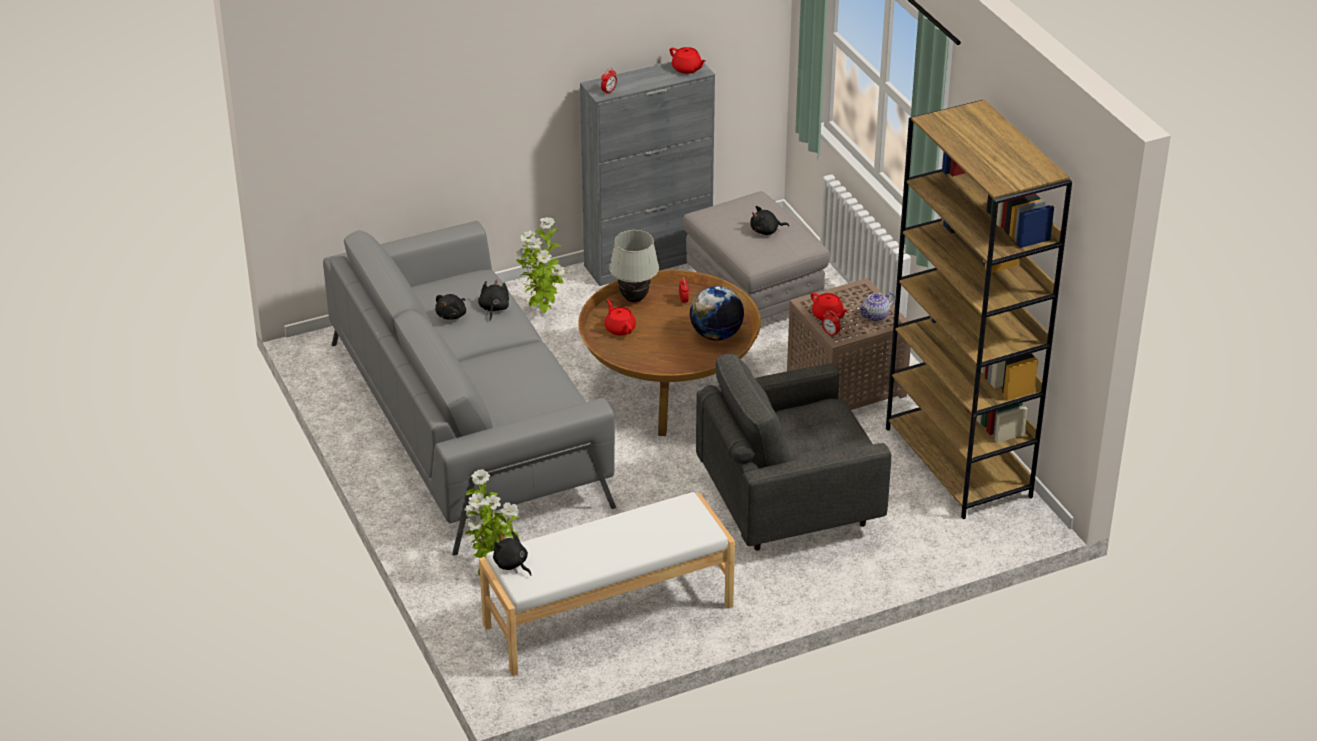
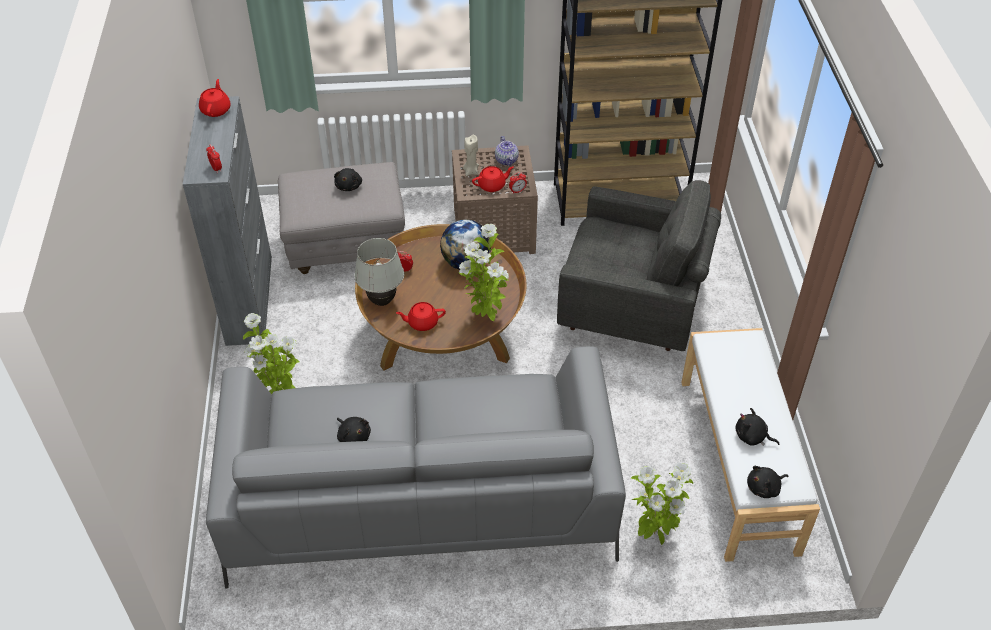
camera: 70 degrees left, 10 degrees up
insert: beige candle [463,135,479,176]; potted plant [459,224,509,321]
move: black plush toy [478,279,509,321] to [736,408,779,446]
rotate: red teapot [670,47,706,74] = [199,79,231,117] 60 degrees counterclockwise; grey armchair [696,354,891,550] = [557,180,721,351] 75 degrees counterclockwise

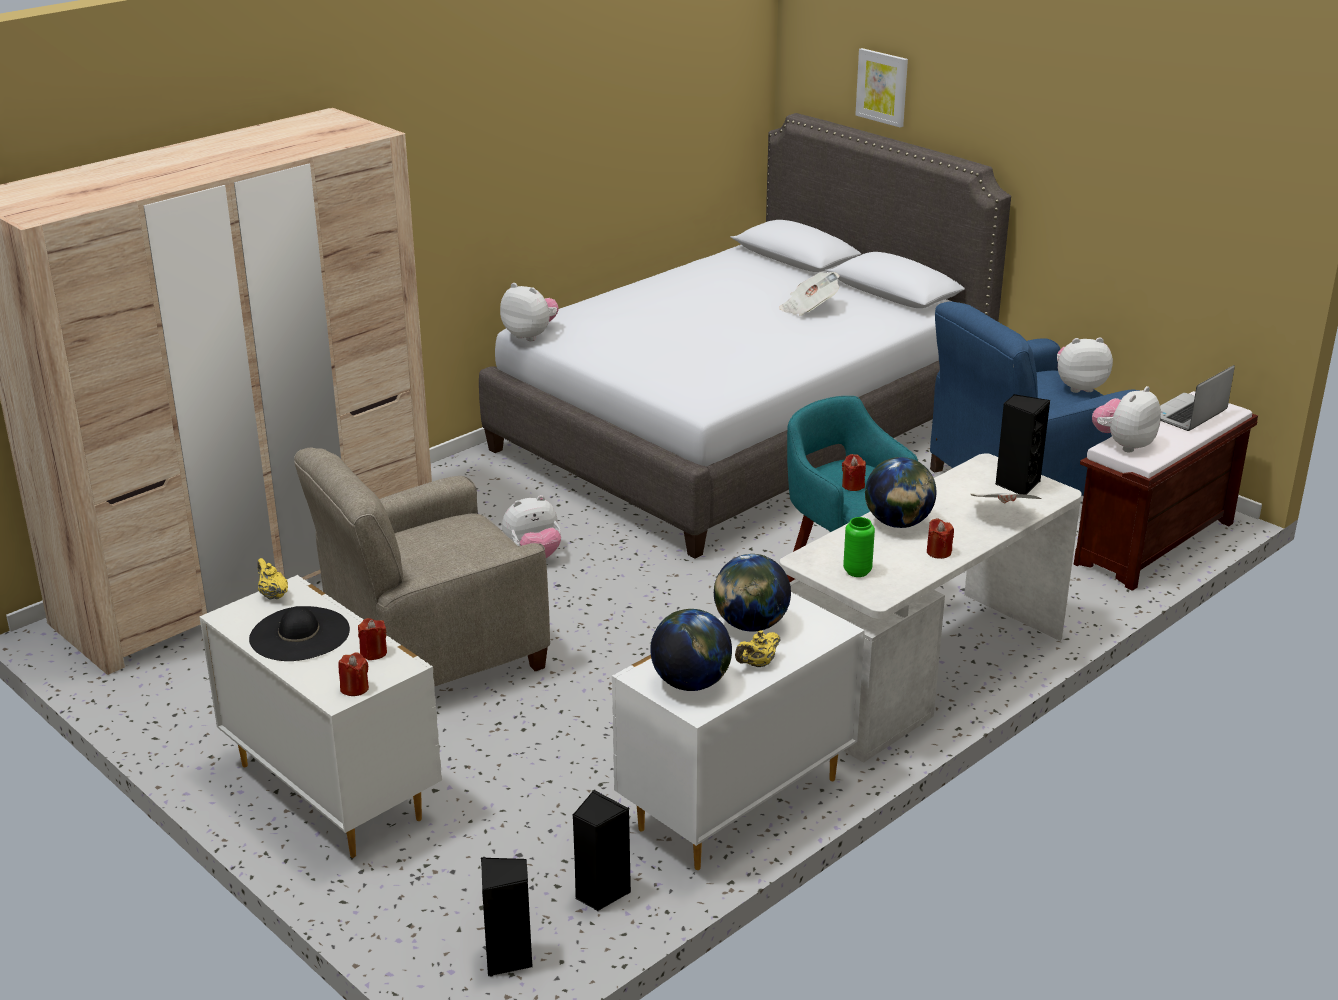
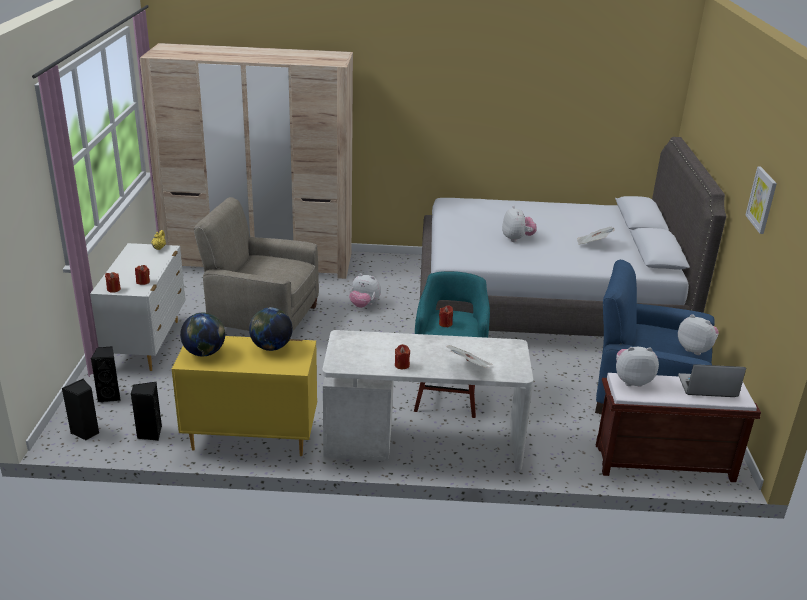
camera: 45 degrees right, 0 degrees up
delete: globe [865,457,937,528]; green vase [843,517,875,577]; black hat [249,606,350,661]; yellow teapot [735,630,781,667]
move: picture [855,48,908,128] to [746,167,777,234]; plush toy [500,283,559,341] to [502,206,537,242]; black speaker [995,394,1050,495] to [91,346,121,402]
recolor: white dresser [612,592,865,870] to yellow dresser [172,336,317,456]

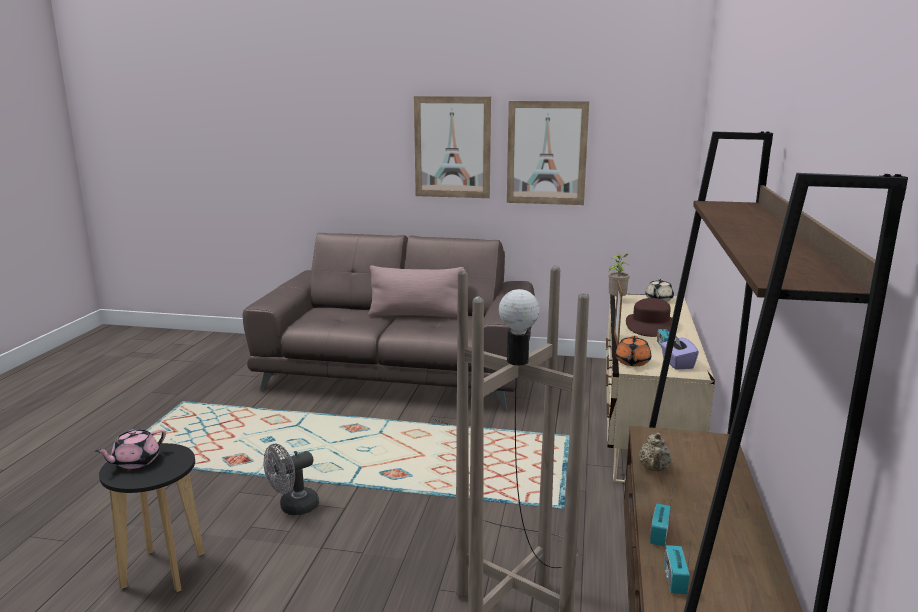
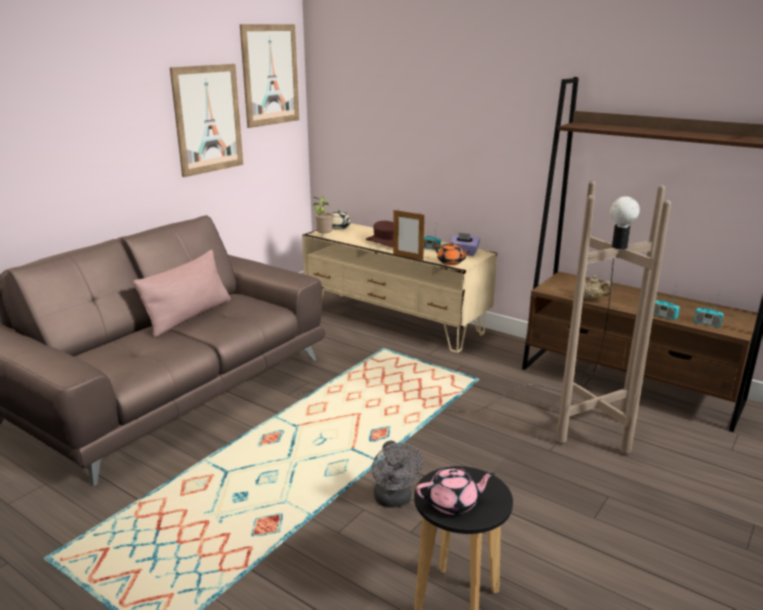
camera: 65 degrees left, 5 degrees up
move: picture [414,96,491,198] to [240,24,299,128]
rotate: pink teapot [95,429,166,469] = [416,467,495,515] 75 degrees counterclockwise

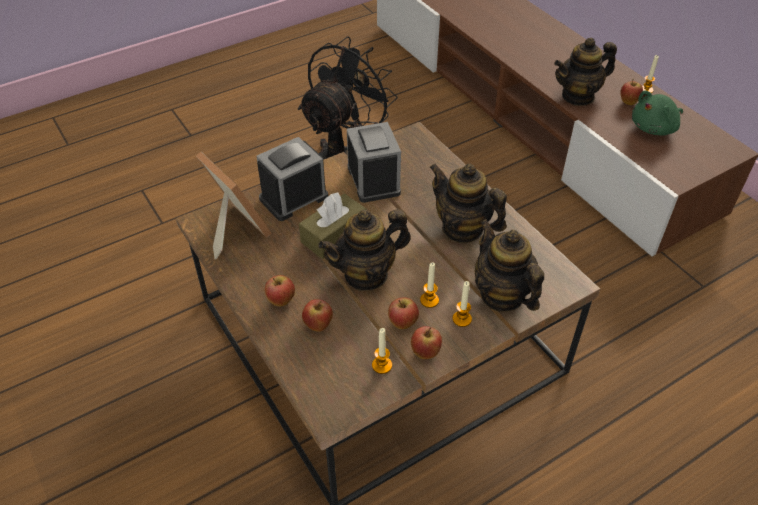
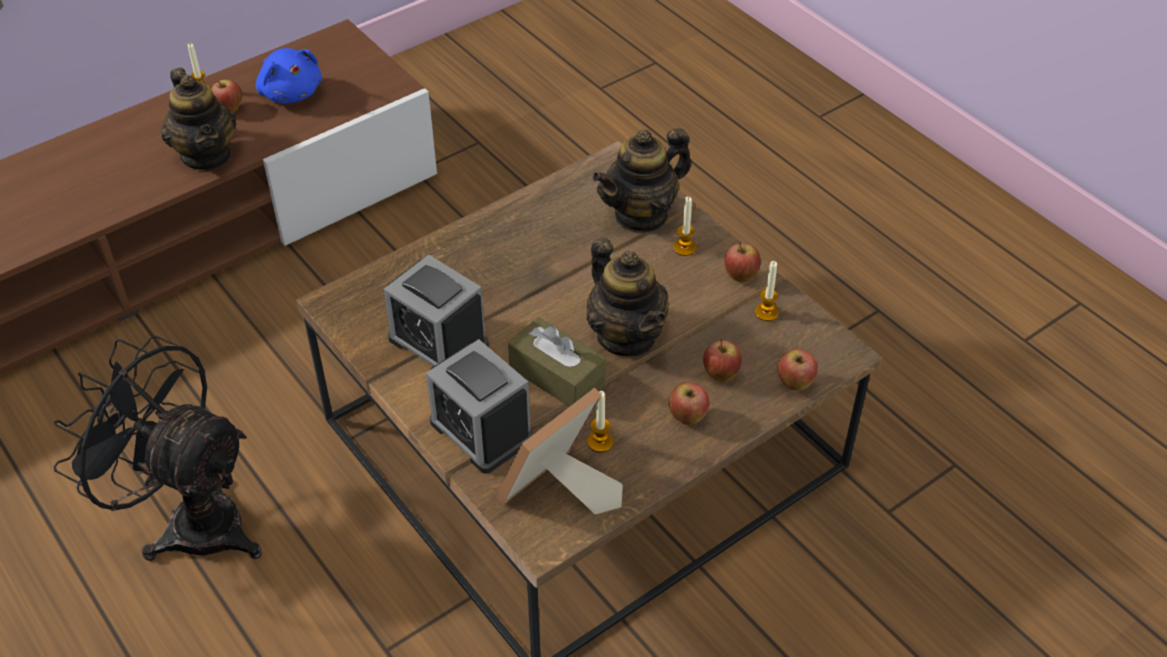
camera: 95 degrees left, 0 degrees up
delete: teapot [429,164,507,243]
move: candle [420,262,439,308] to [587,391,613,452]; apple [388,297,419,329] to [777,349,818,391]
recolor: green plush toy [632,90,683,136] to blue plush toy [256,48,322,104]
rotate: alarm clock [347,122,401,203] = [384,255,489,367] 120 degrees counterclockwise

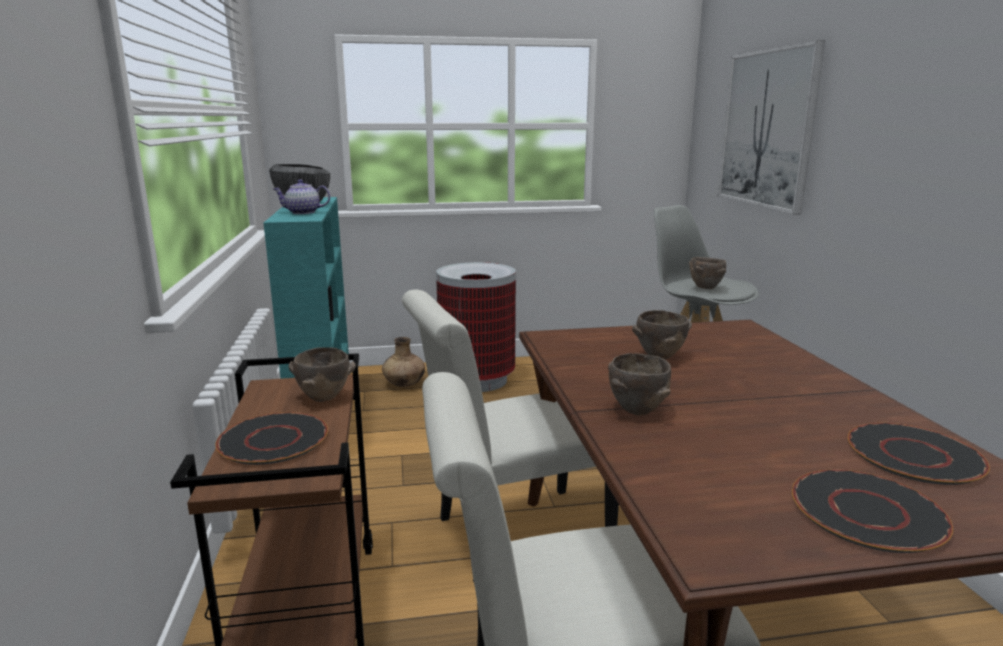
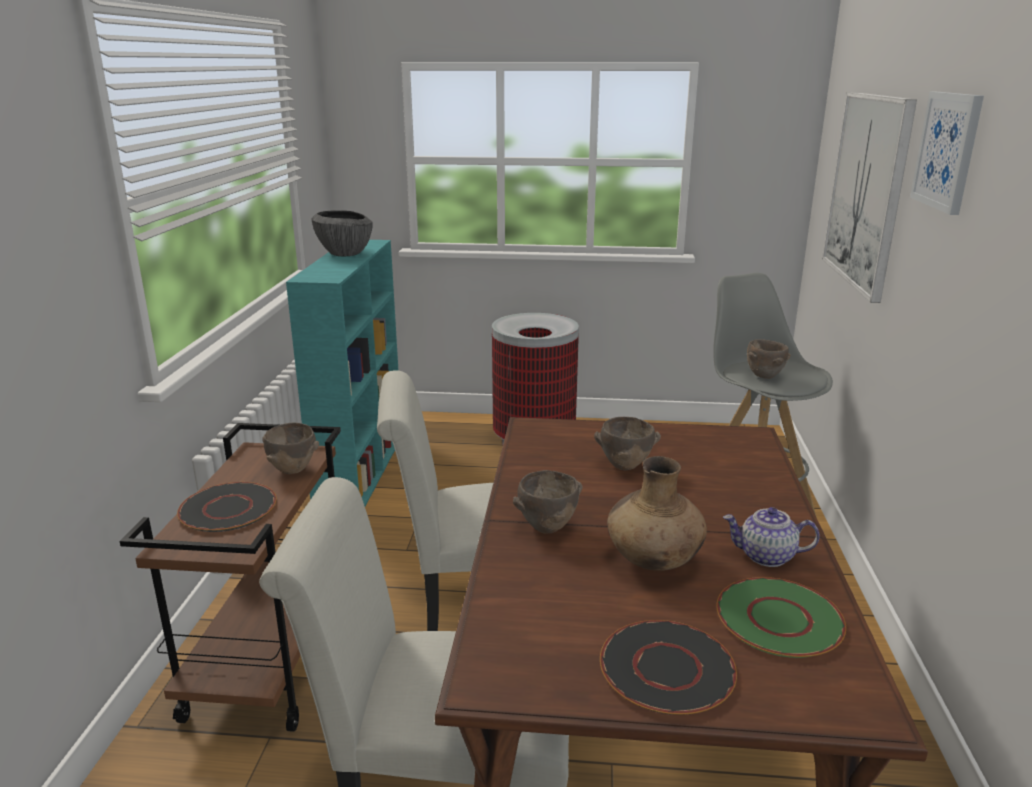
camera: 15 degrees right, 5 degrees up
insert: picture [910,92,984,215]
move: teapot [273,179,330,214] to [723,507,820,567]; brown vase [382,337,425,387] to [607,456,707,571]
recolor: black plate [848,423,990,485] to green plate [716,577,846,658]

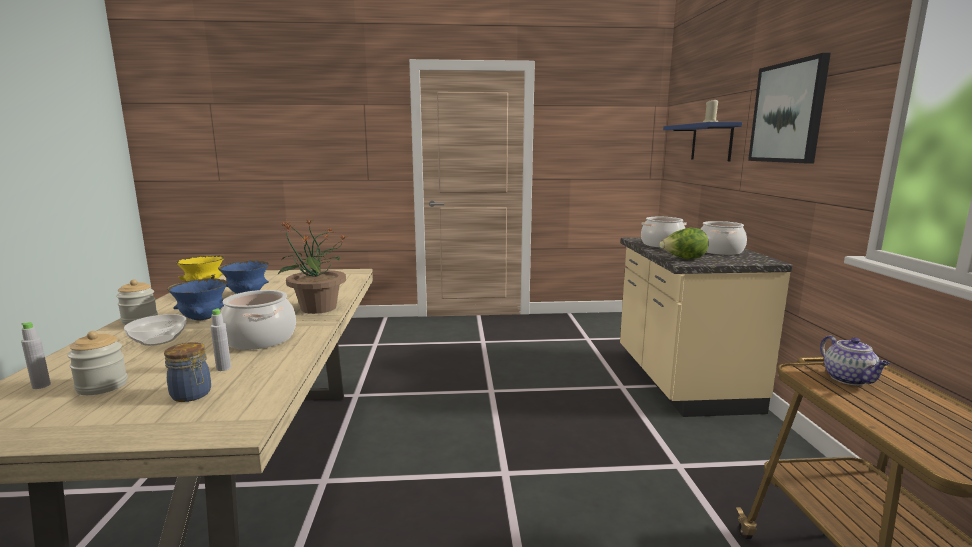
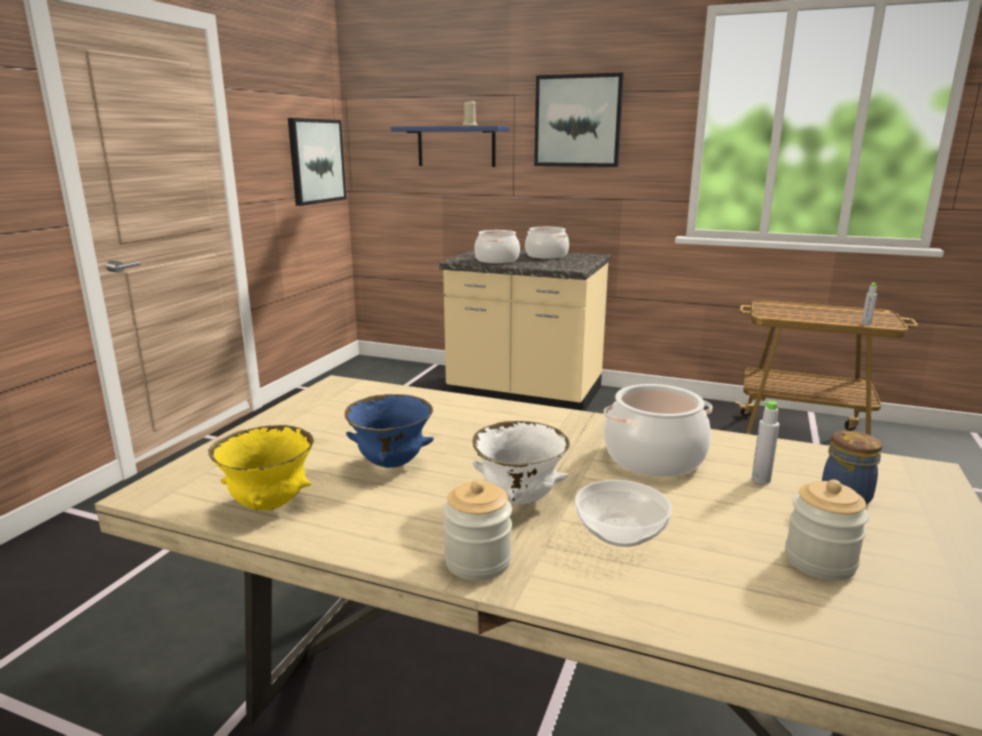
camera: 65 degrees left, 5 degrees up
delete: potted plant [277,219,346,314]; lettuce [659,228,709,259]; teapot [820,335,890,385]
insert: picture [288,118,347,206]
move: grey bottle [21,322,51,389] to [861,283,877,326]
recolor: blue bowl [167,278,227,321] to white bowl [472,421,570,505]

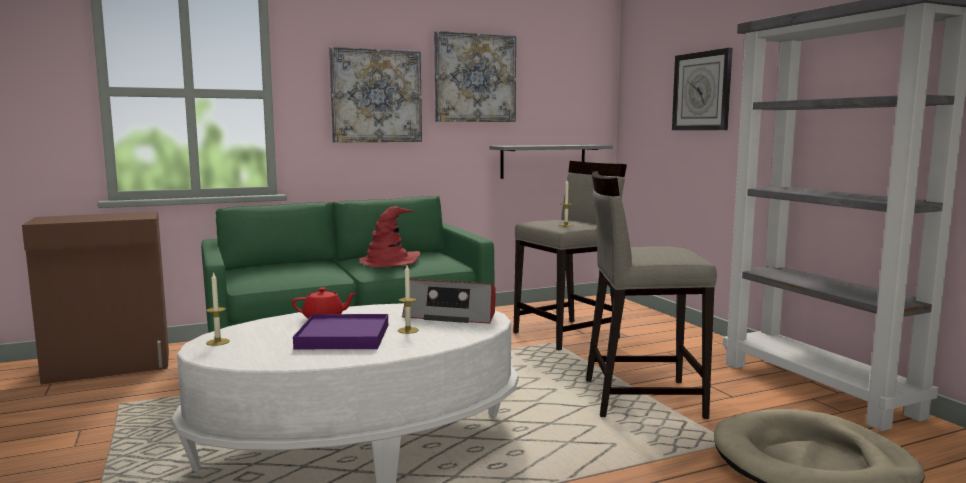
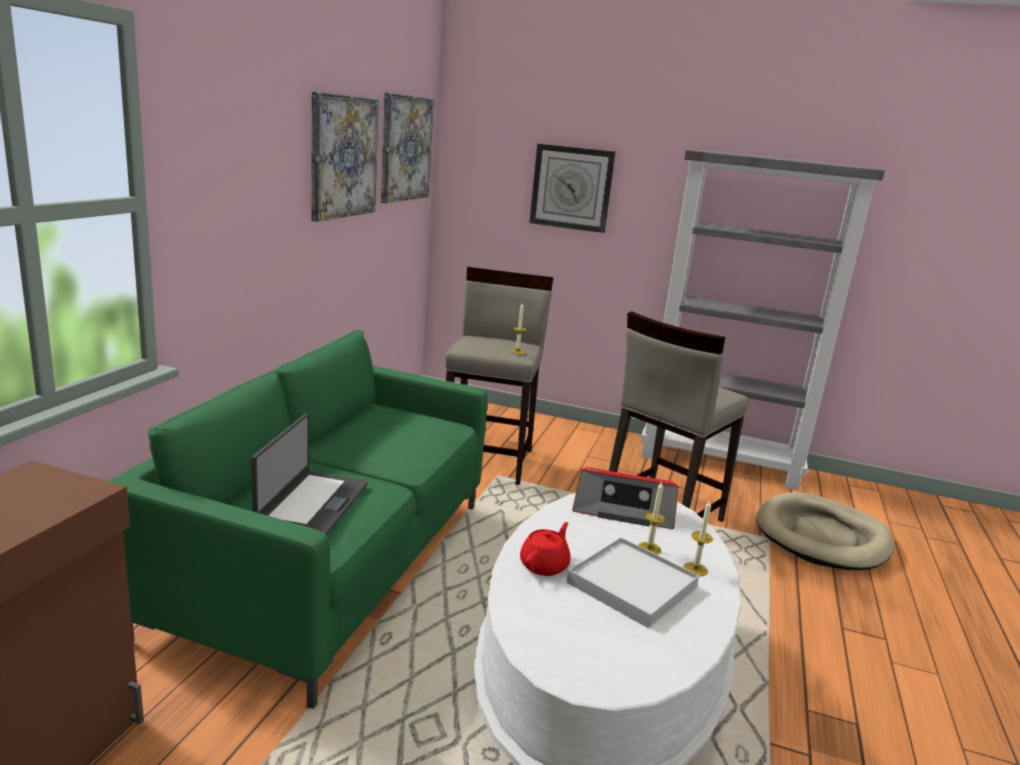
camera: 50 degrees left, 10 degrees up
delete: grey shelf [490,145,612,179]; red hat [359,206,420,267]
insert: laptop [251,413,368,535]
move: picture [329,47,422,143] to [381,93,434,203]; candle [206,272,230,346] to [683,500,713,577]
recolor: purple tray [293,314,388,349] to white tray [567,537,699,628]
rotate: radio [402,279,496,324] = [572,467,678,529] 45 degrees clockwise

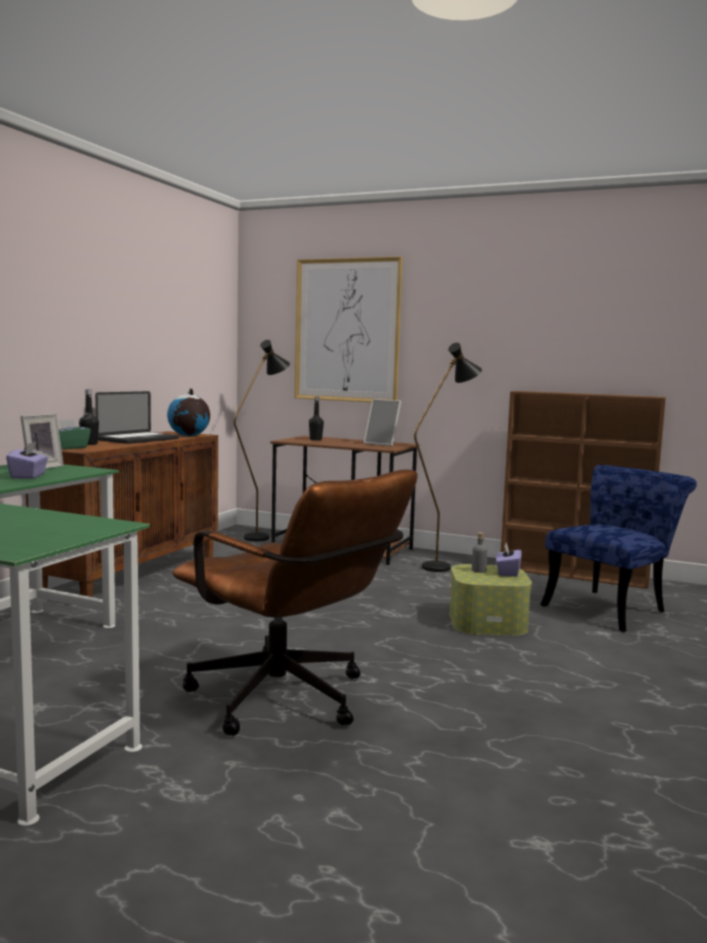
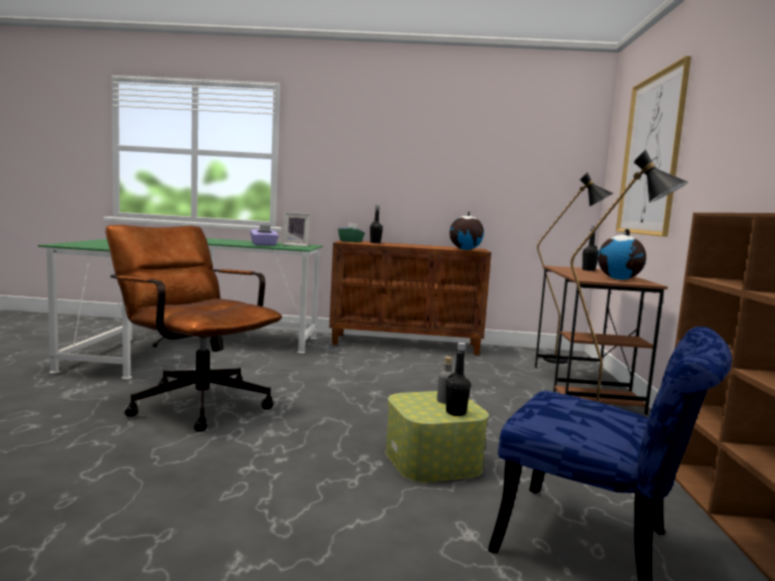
camera: 70 degrees right, 0 degrees up
delete: laptop [95,391,179,444]
replace: picture frame [364,399,401,446] to globe [598,229,646,280]; purple tissue box [496,542,522,577] to black bottle [446,343,471,416]
rotate: brown office chair [172,469,417,736] = [105,225,282,432] 105 degrees clockwise

